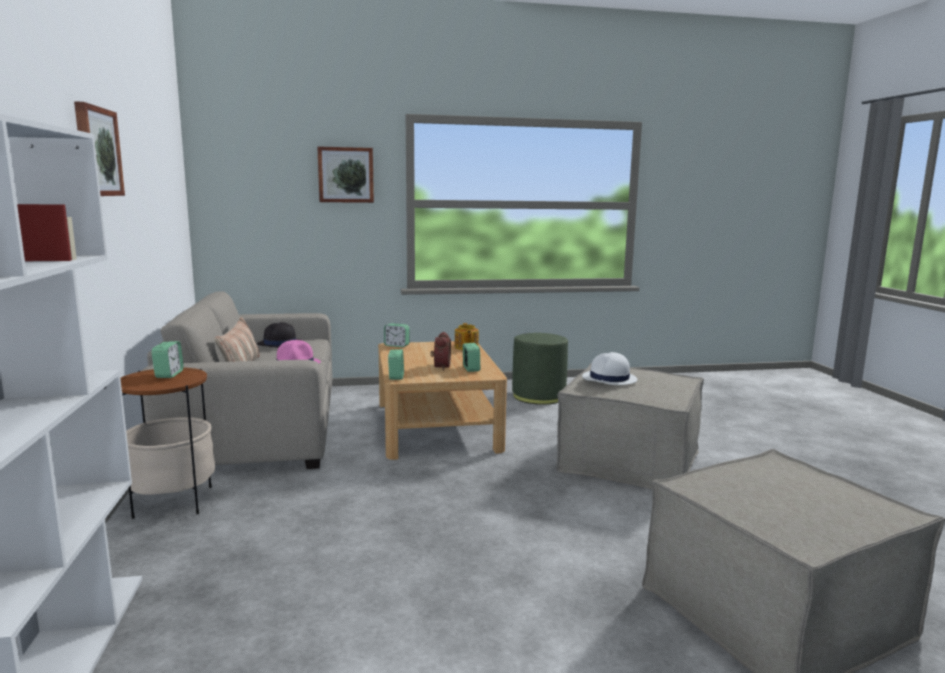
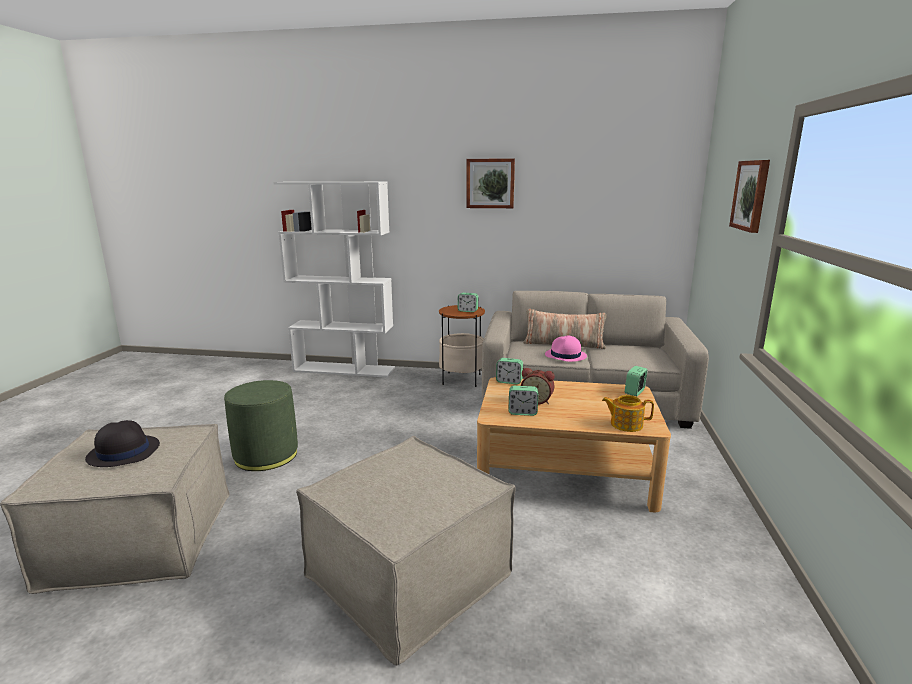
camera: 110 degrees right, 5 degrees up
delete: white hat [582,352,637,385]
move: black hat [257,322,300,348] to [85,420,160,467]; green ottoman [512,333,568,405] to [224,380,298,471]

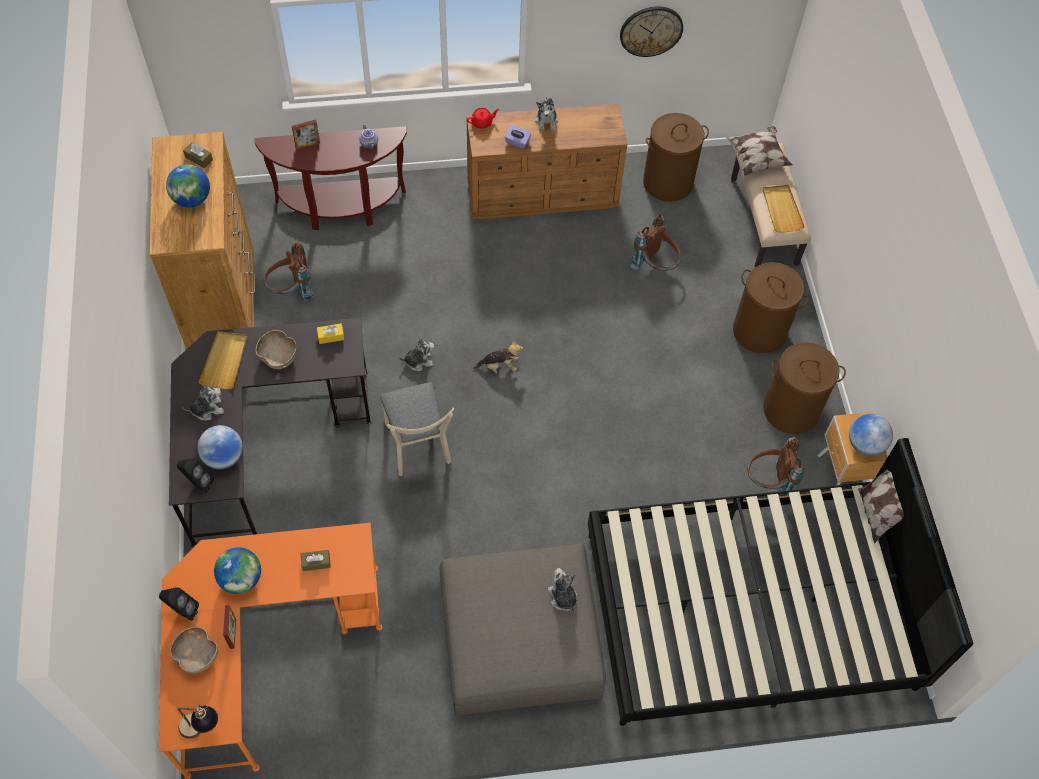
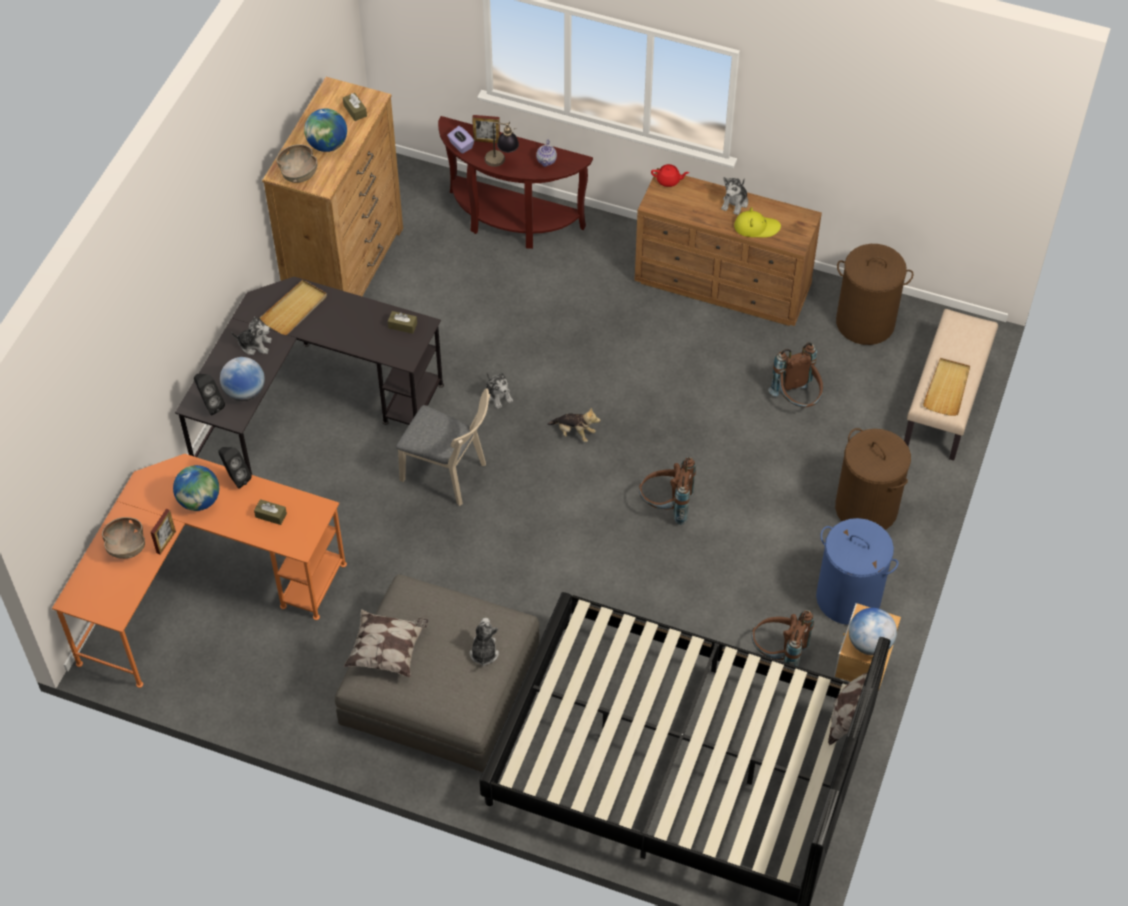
camera: 30 degrees right, 5 degrees down
delete: wall clock [620,6,683,57]
insert: yellow hat [734,207,781,237]
move: purple tissue box [504,125,531,149] to [447,126,474,154]; pillow [726,126,793,176] to [344,609,429,678]; brown backpack [264,242,313,301] to [639,457,696,525]; brown bowl [255,330,297,369] to [276,144,318,183]; black speaker [159,587,199,621] to [218,447,252,489]; table lamp [178,705,218,739] to [484,122,519,167]
recolor: yellow tissue box [317,323,344,344] to brown tissue box [388,311,417,334]; brown laundry basket [763,342,846,434] to blue laundry basket [816,518,899,625]
rotate: plush toy [399,338,435,371] = [485,372,513,409] 45 degrees clockwise; beige chair [380,383,455,476] = [396,388,490,506] 75 degrees counterclockwise

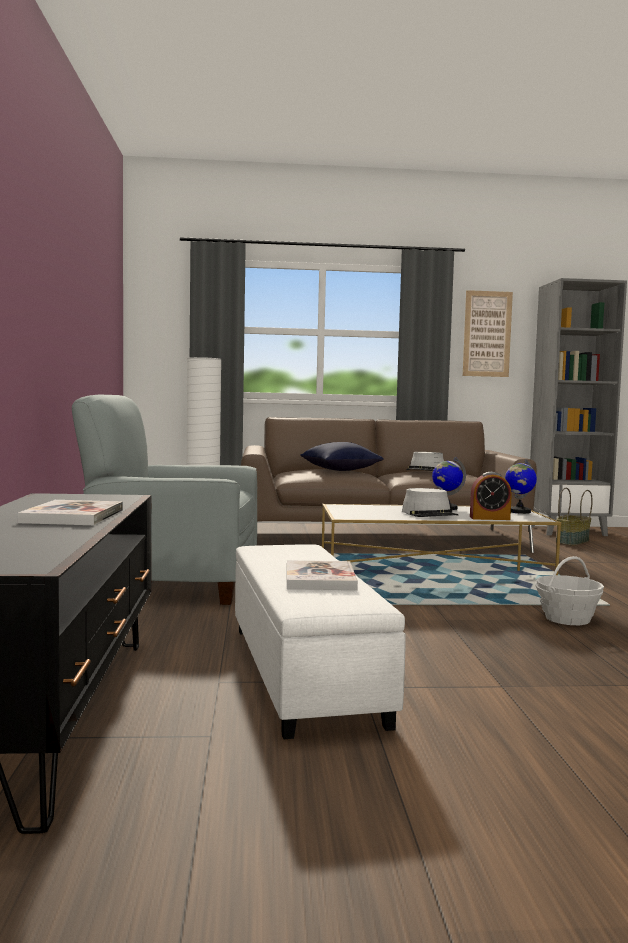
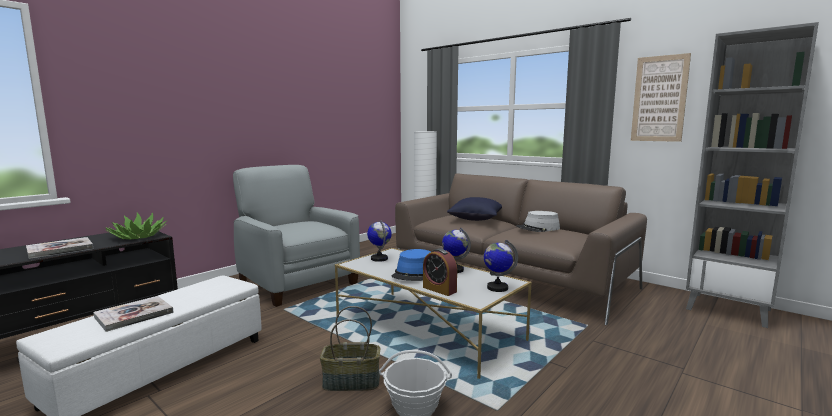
camera: 45 degrees right, 5 degrees up
insert: potted plant [106,212,167,239]; globe [367,220,392,262]
move: basket [556,488,593,546] to [320,306,381,391]
recolor: grey hat [402,488,458,517] to blue hat [392,249,431,281]

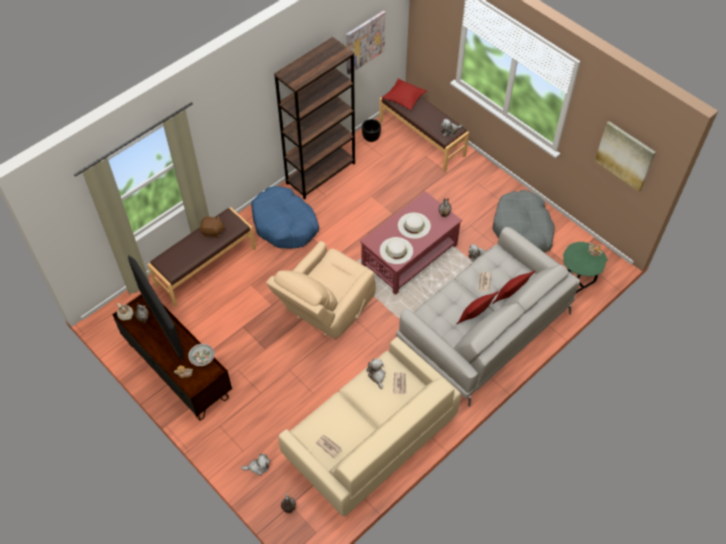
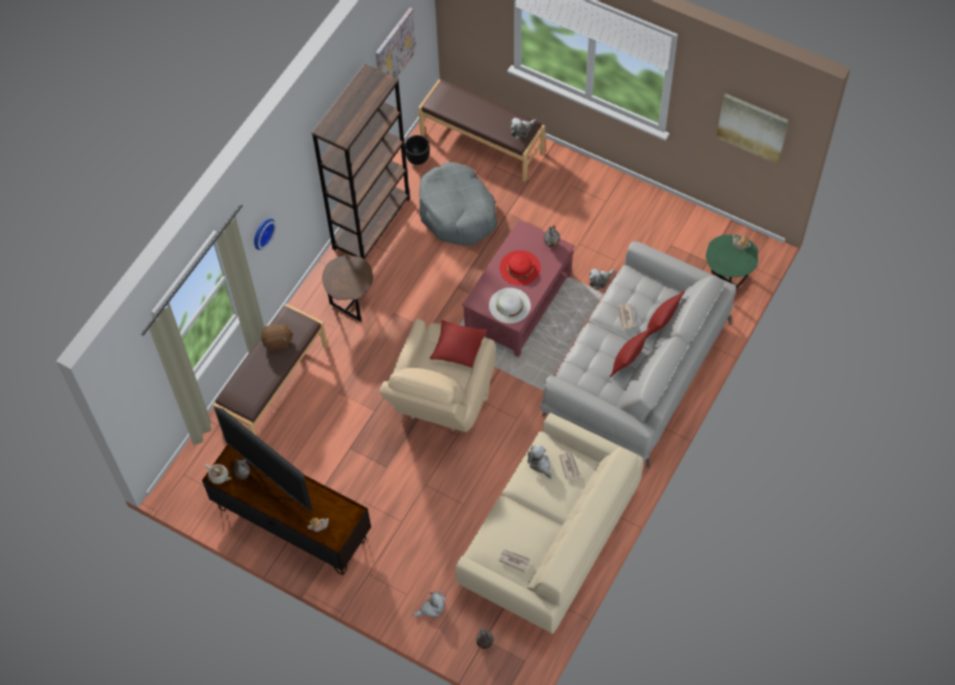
camera: 15 degrees left, 5 degrees up
delete: bowl [188,344,215,366]
insert: wall clock [254,218,276,250]
move: red pillow [382,78,427,110] to [430,320,488,367]; grey dog bed [493,190,555,253] to [419,162,497,246]
replace: blue dog bed [251,186,319,249] to brown side table [322,255,373,322]
recolor: white hat [398,213,431,239] to red hat [500,250,541,285]

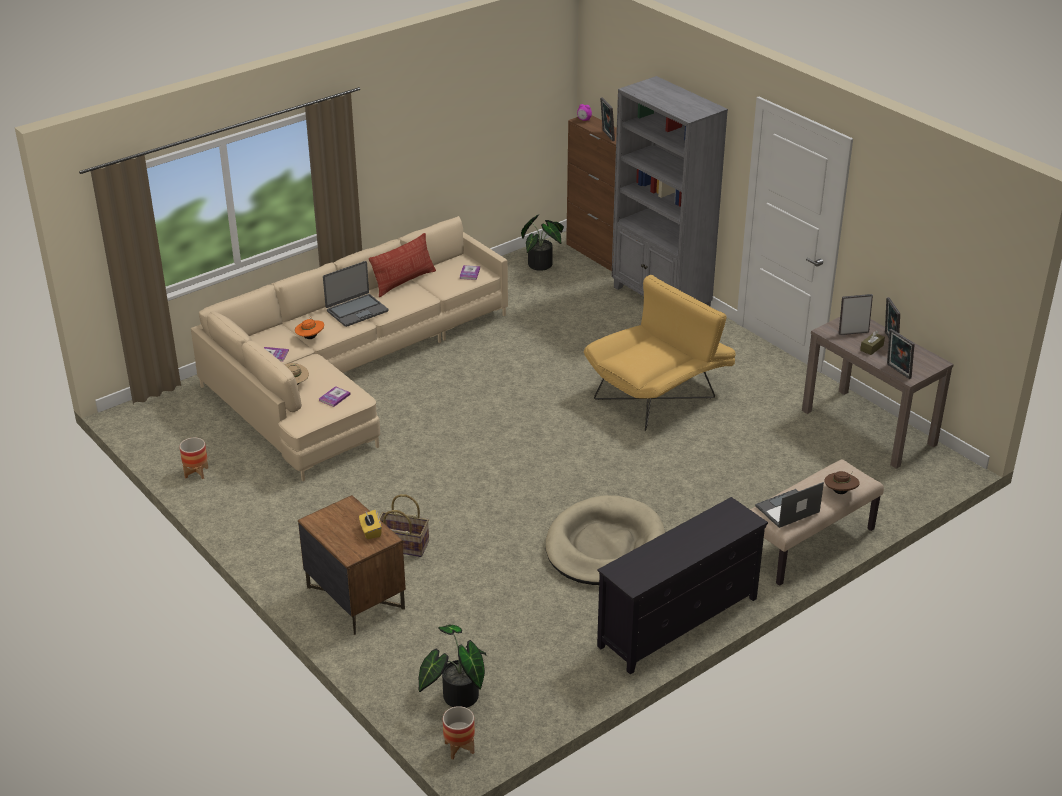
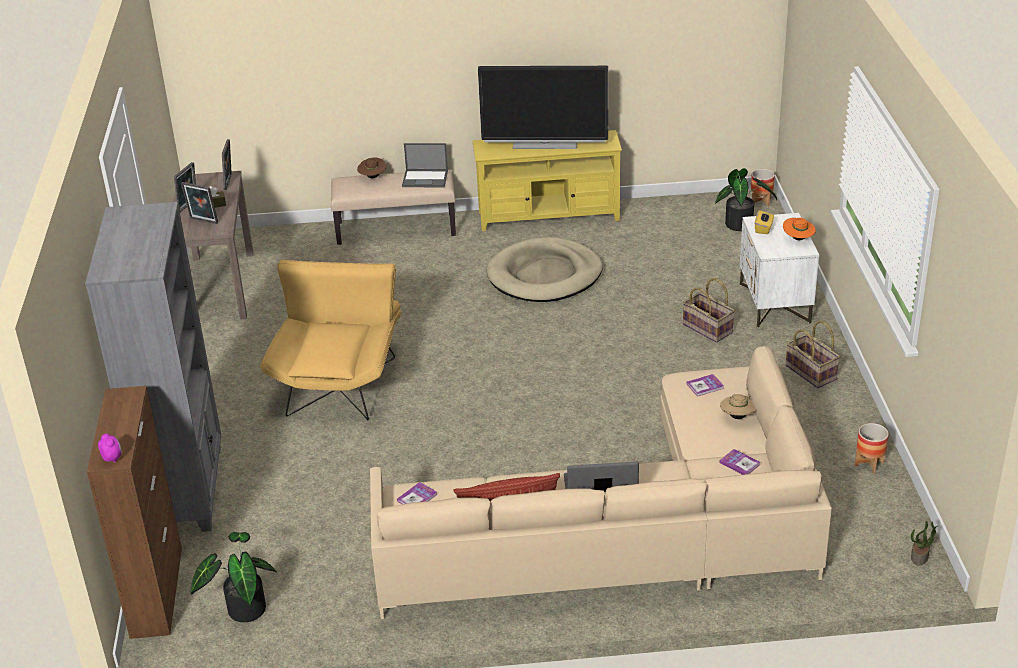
camera: 145 degrees left, 0 degrees up
delete: picture frame [600,97,615,141]
insert: television [478,66,608,149]; basket [786,321,840,388]; potted plant [911,521,938,565]
move: orange hat [295,316,324,339] to [783,218,816,240]
recolor: brown nightstand [298,495,406,635] to white nightstand [740,213,819,328]; black tv stand [597,497,768,674] to yellow tv stand [473,130,622,231]
rotate: yellow armchair [584,275,736,431] = [260,260,401,420] 105 degrees clockwise

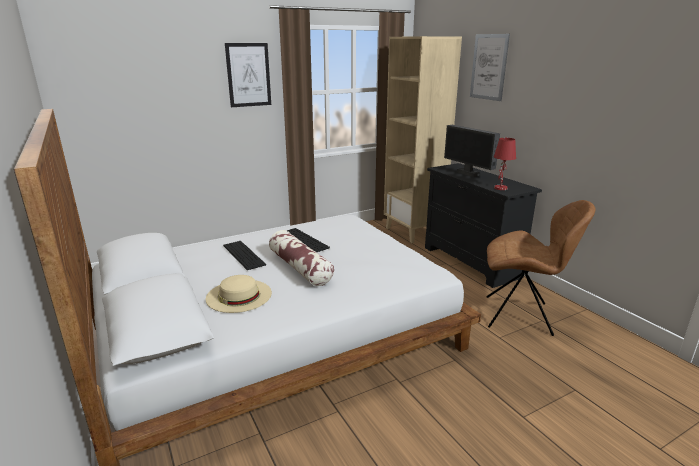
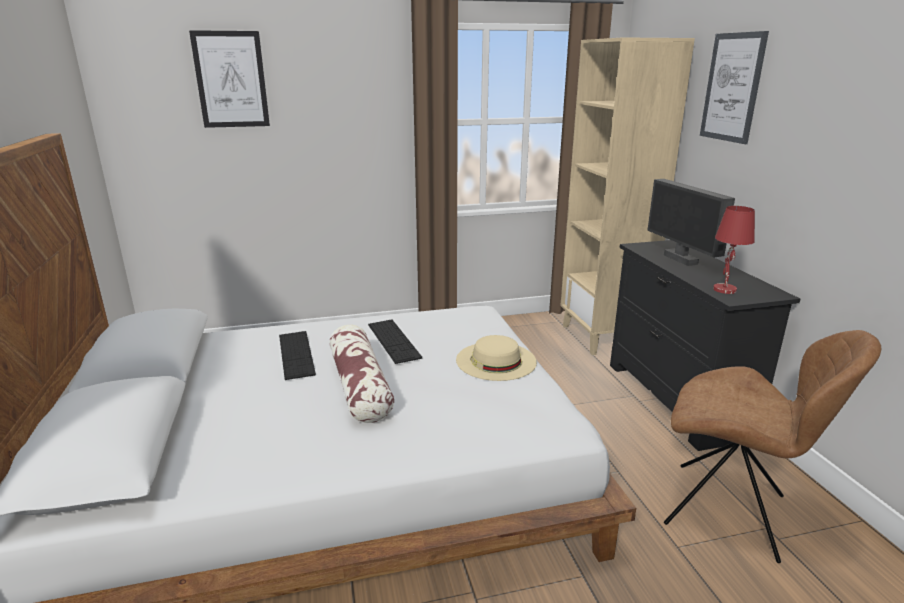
camera: 15 degrees right, 0 degrees up
move: picture [225,43,271,107] to [189,30,270,128]; beige hat [206,275,272,313] to [456,335,537,381]

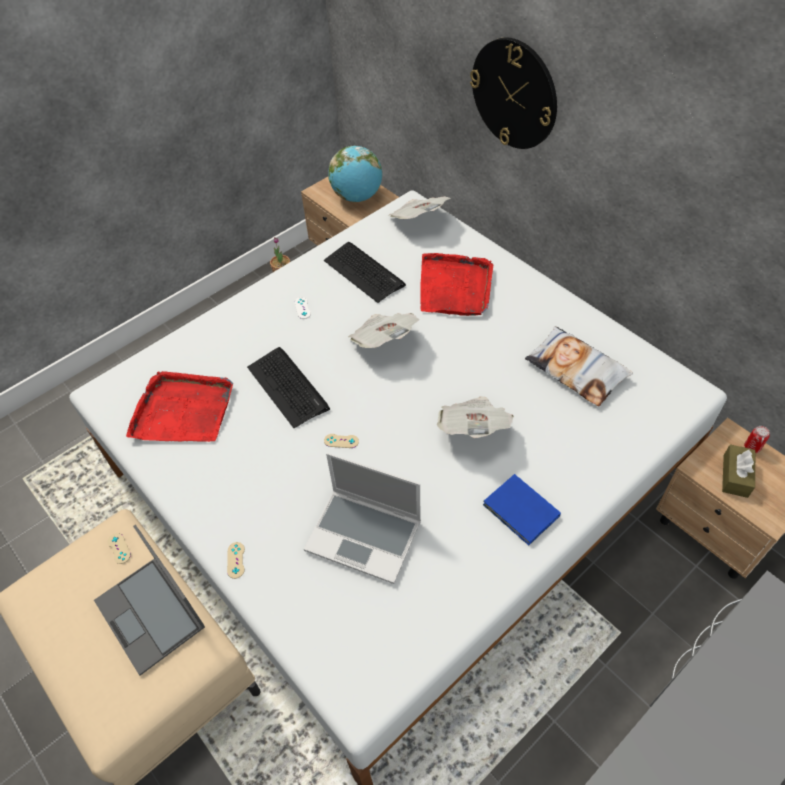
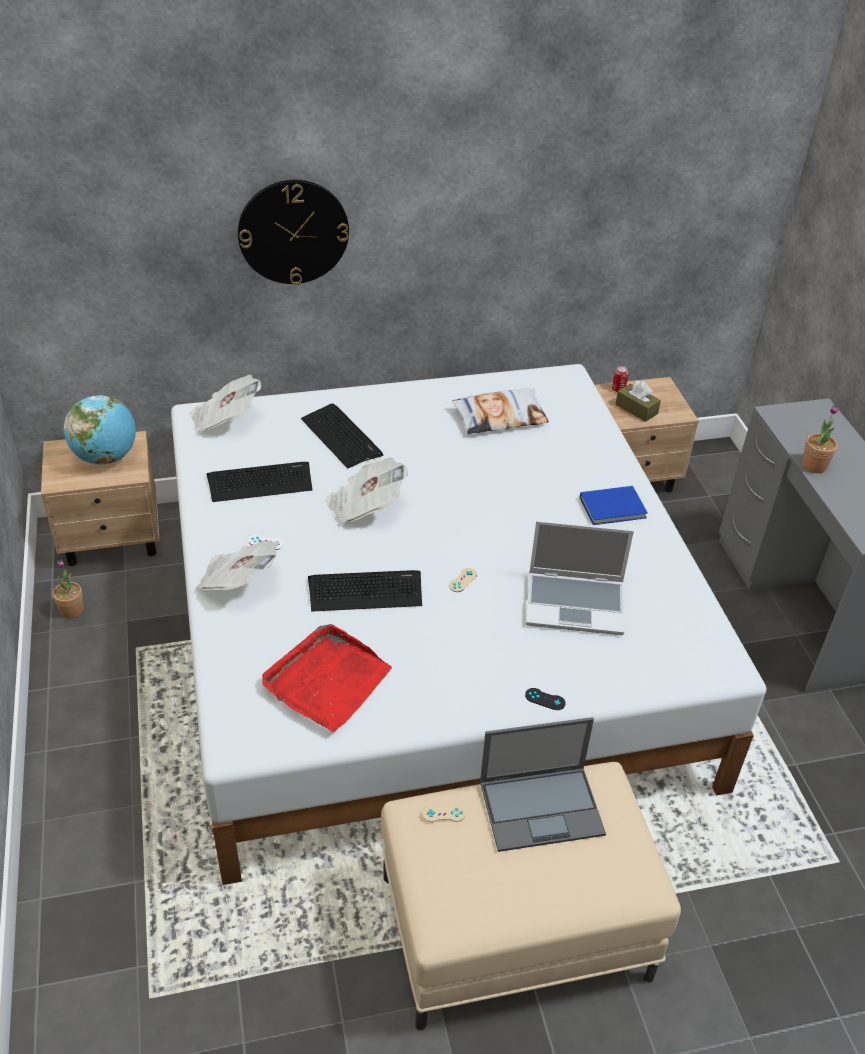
camera: 65 degrees left, 10 degrees down
insert: potted plant [802,405,838,473]
move: newspaper [437,396,514,438] to [197,541,279,590]
replace: red tray [420,253,493,316] to keyboard [301,404,383,469]
recolor: beige game controller [227,542,245,579] to black game controller [525,688,566,710]
rotate: laptop [304,453,421,584] = [526,521,634,635] 45 degrees clockwise

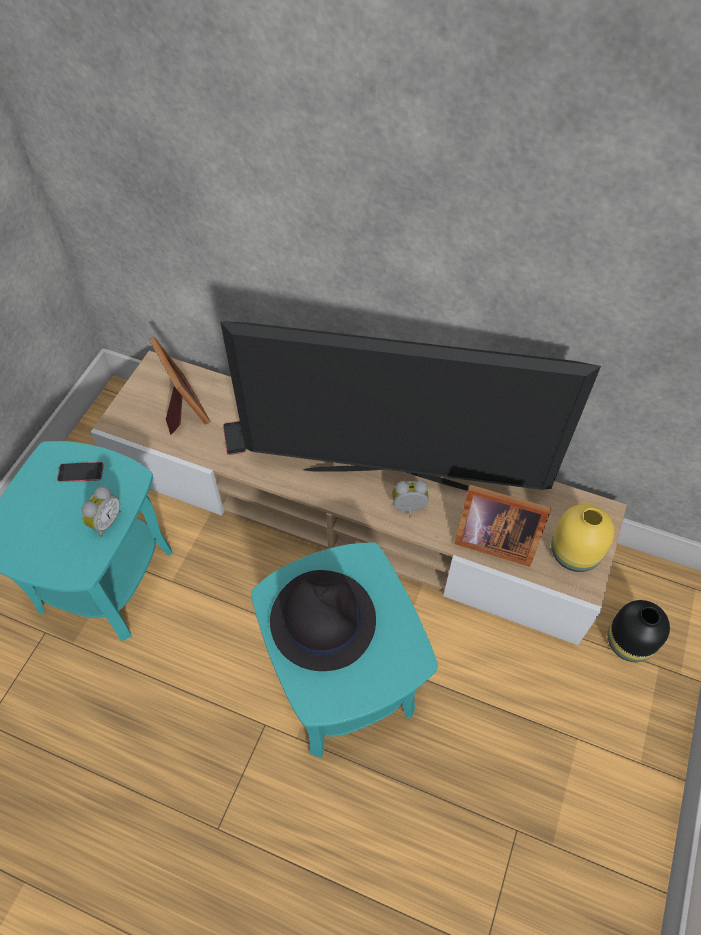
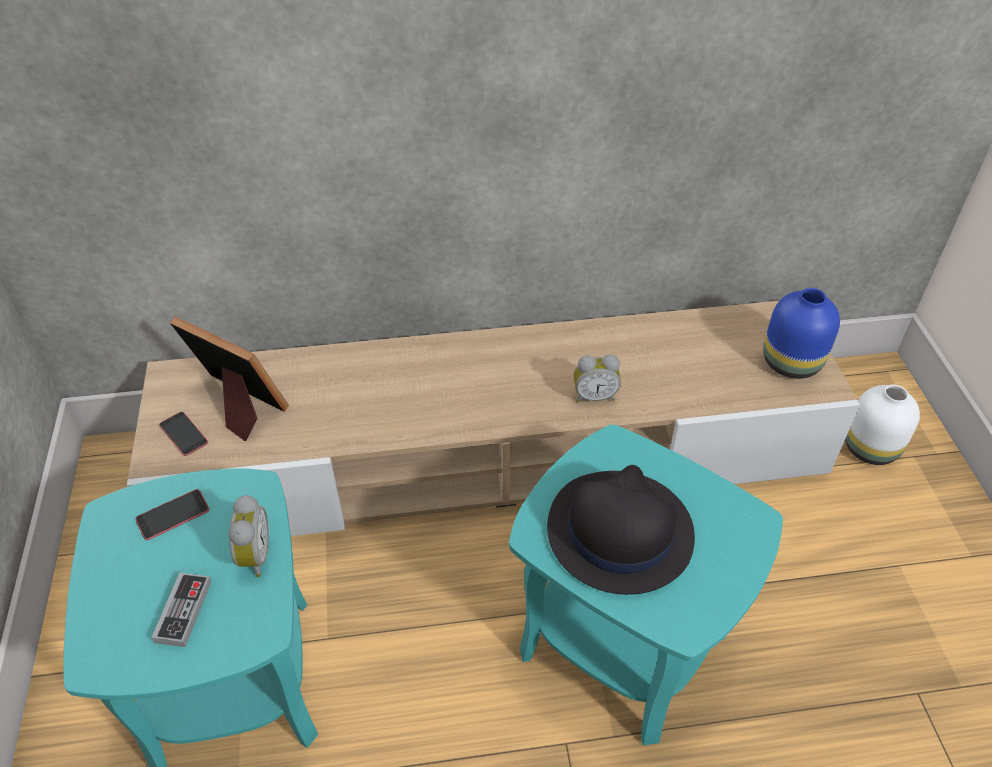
camera: 30 degrees left, 10 degrees down
delete: television [220,321,601,491]; picture frame [454,485,551,567]
insert: game controller [151,573,211,647]
move: phone [223,421,246,455] to [159,412,208,456]
recolor: yellow vase [551,504,615,572] to blue vase [763,288,840,379]; black vase [608,600,670,662] to white vase [845,385,920,465]
rotate: alarm clock [392,480,429,518] = [574,354,621,403] 150 degrees counterclockwise

